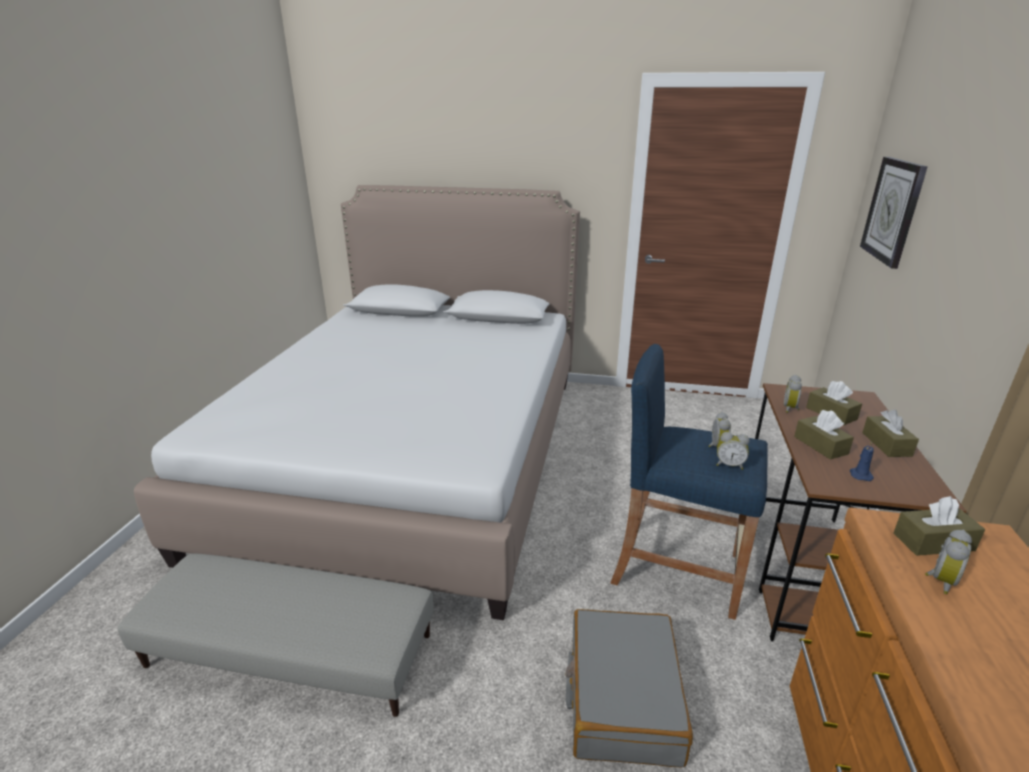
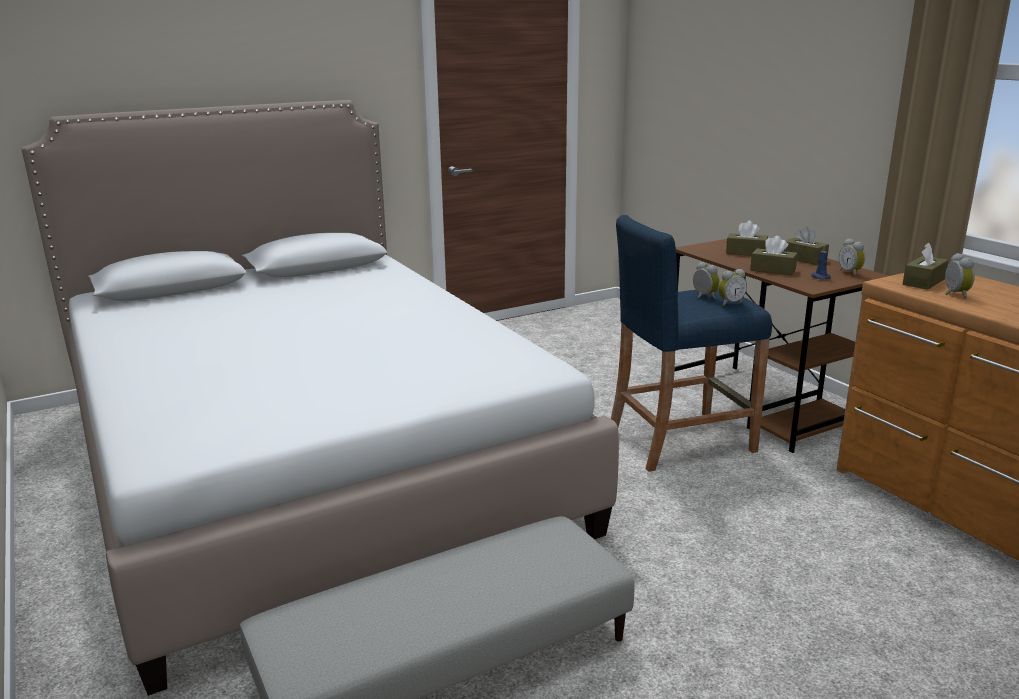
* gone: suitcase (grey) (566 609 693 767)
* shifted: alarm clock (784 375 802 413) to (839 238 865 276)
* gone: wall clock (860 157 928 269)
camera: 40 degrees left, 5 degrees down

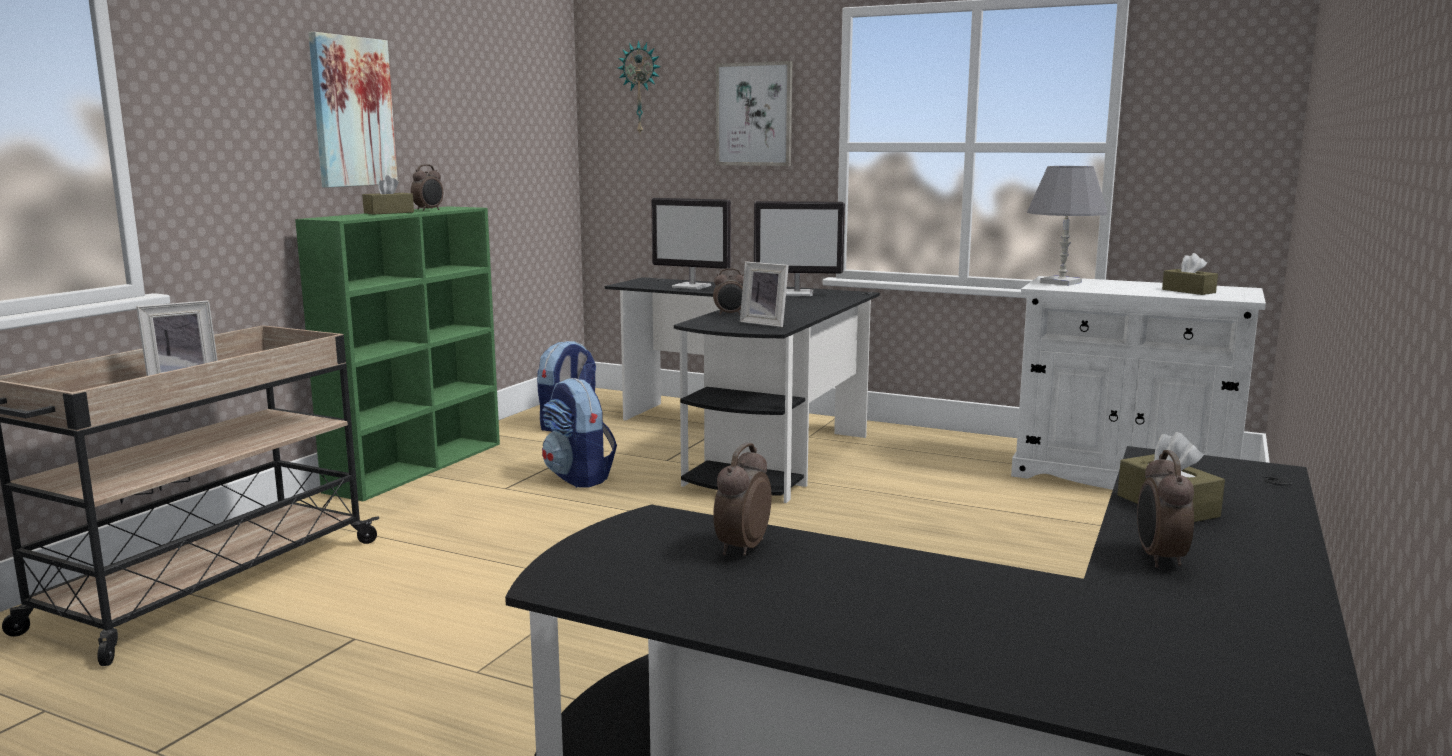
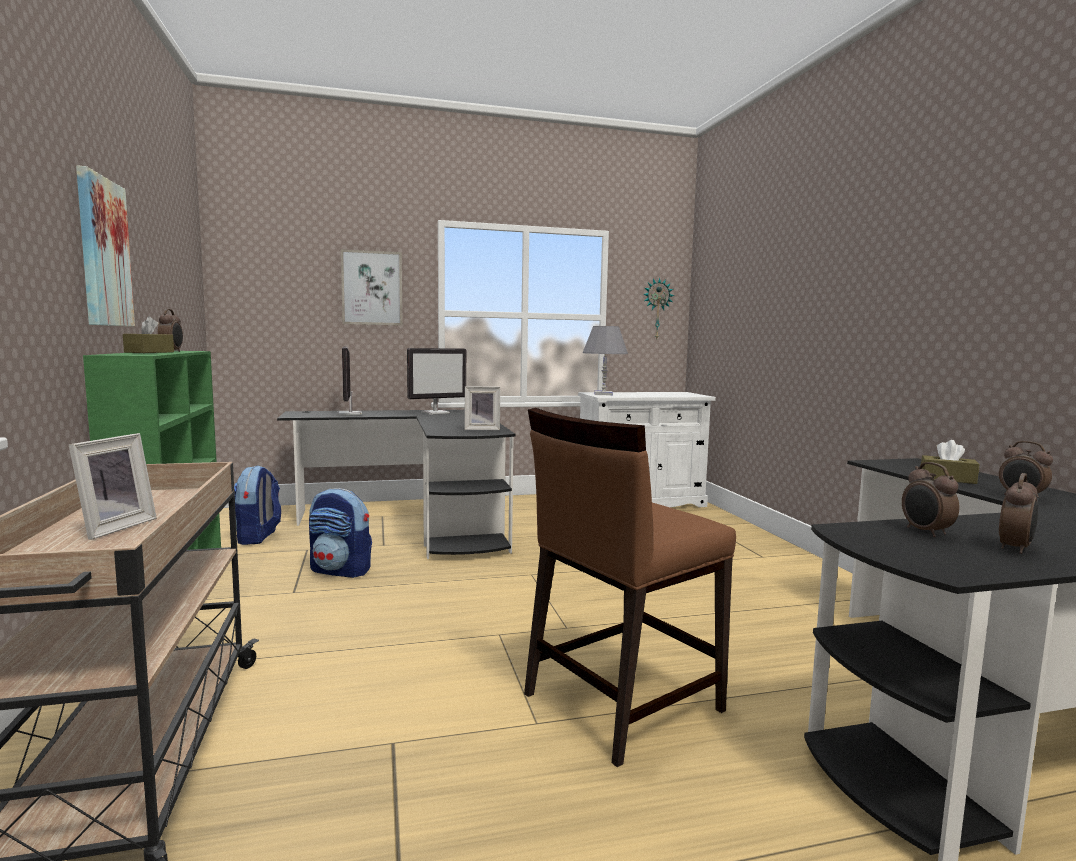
* shifted: wall clock (618 40 661 133) to (643 278 674 339)
* rotated: monitor (651 198 731 290) = (337 347 362 416) 90 degrees clockwise
* shifted: alarm clock (713 268 744 315) to (999 473 1038 554)
* gone: tissue box (brown) (1162 253 1218 295)
* new: chair (brown) (524 408 736 767)
camera: 40 degrees left, 5 degrees down

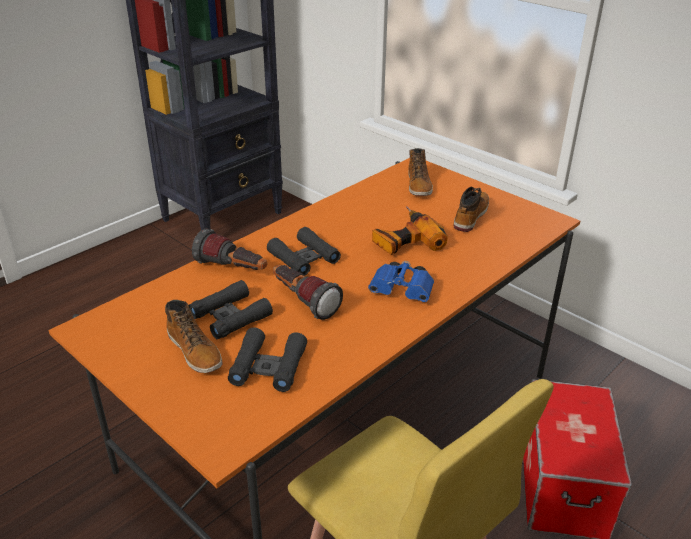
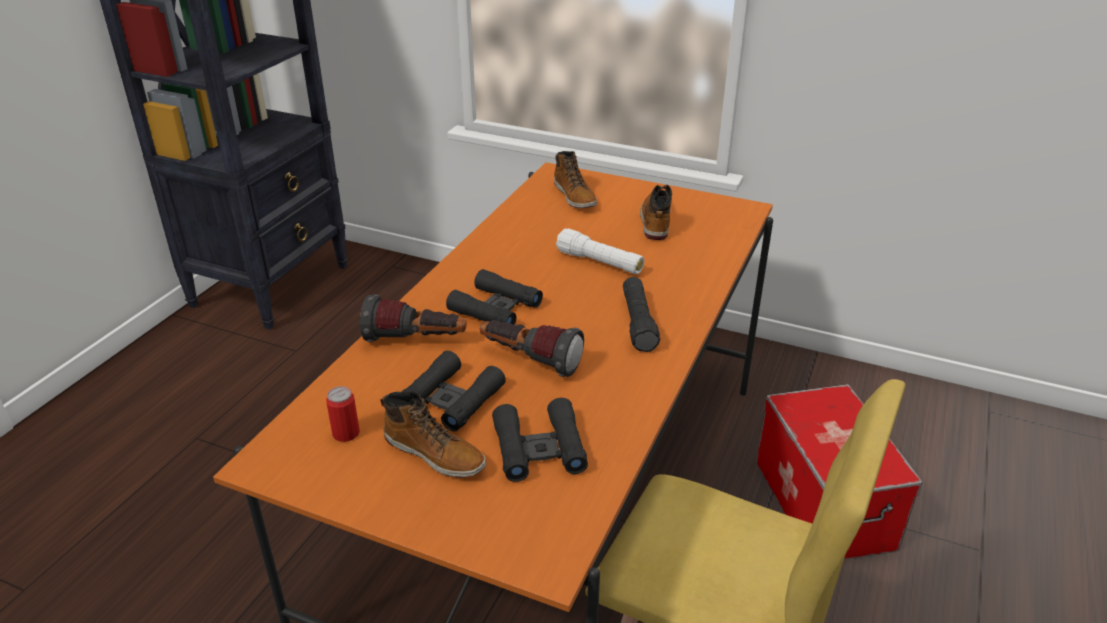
* swapped: binoculars (blue) (368 261 434 302) to flashlight (black) (623 277 660 352)
* swapped: power drill (372 206 448 255) to flashlight (white) (556 228 644 274)
* new: can (326 386 360 442)
camera: 20 degrees left, 0 degrees up

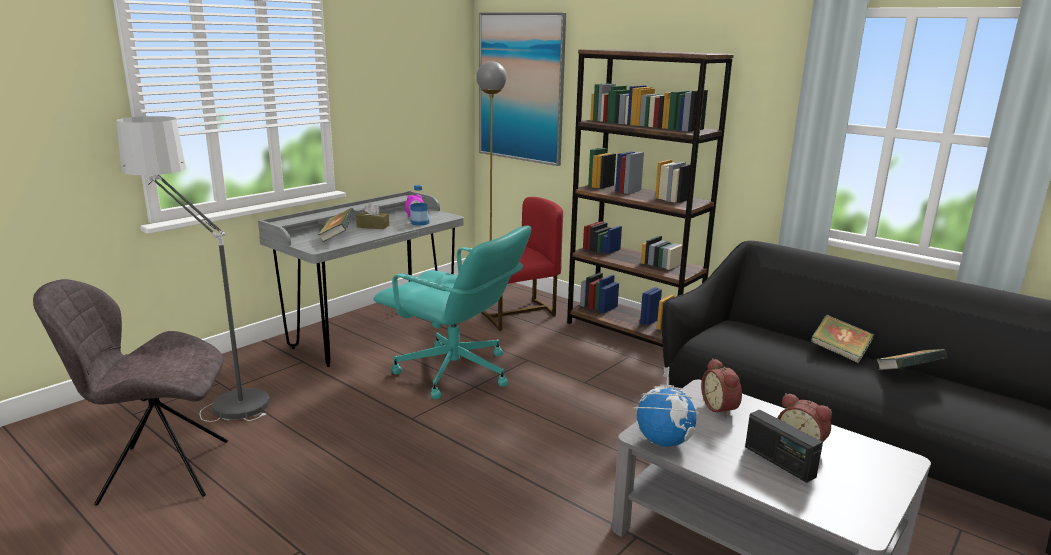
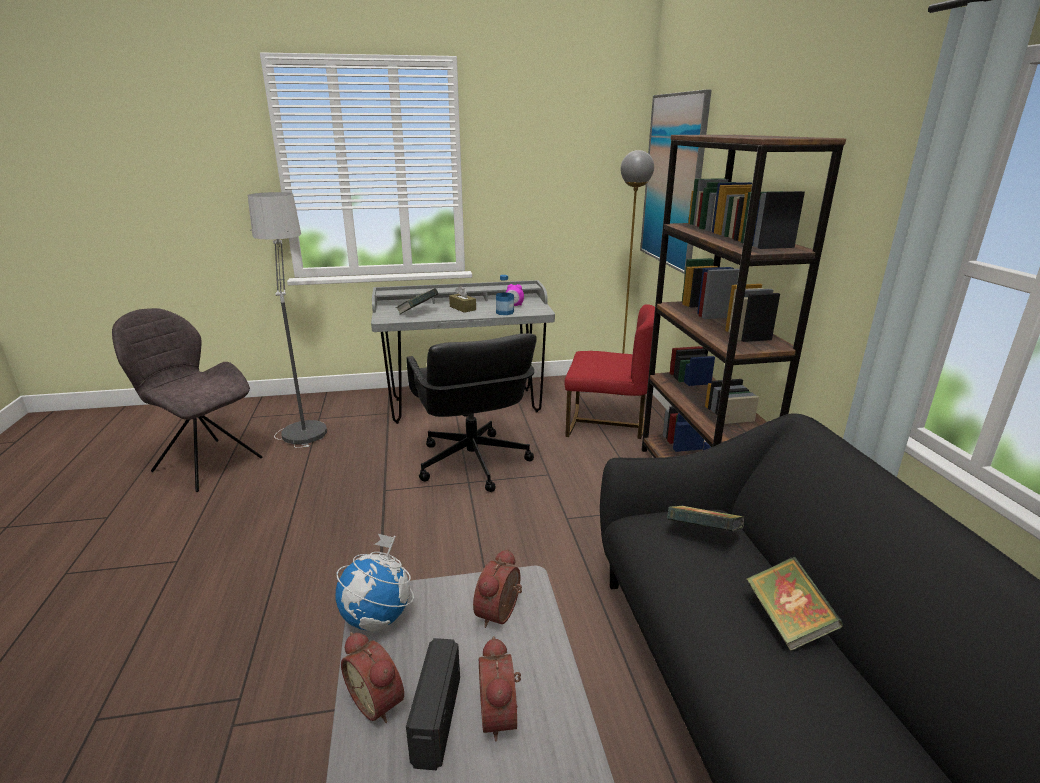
* repainted: office chair (turquoise) (373 226 531 399) to office chair (black) (406 333 537 492)
* shifted: book (876 349 948 370) to (667 505 744 531)
* new: alarm clock (341 632 404 723)
camera: 40 degrees right, 5 degrees up

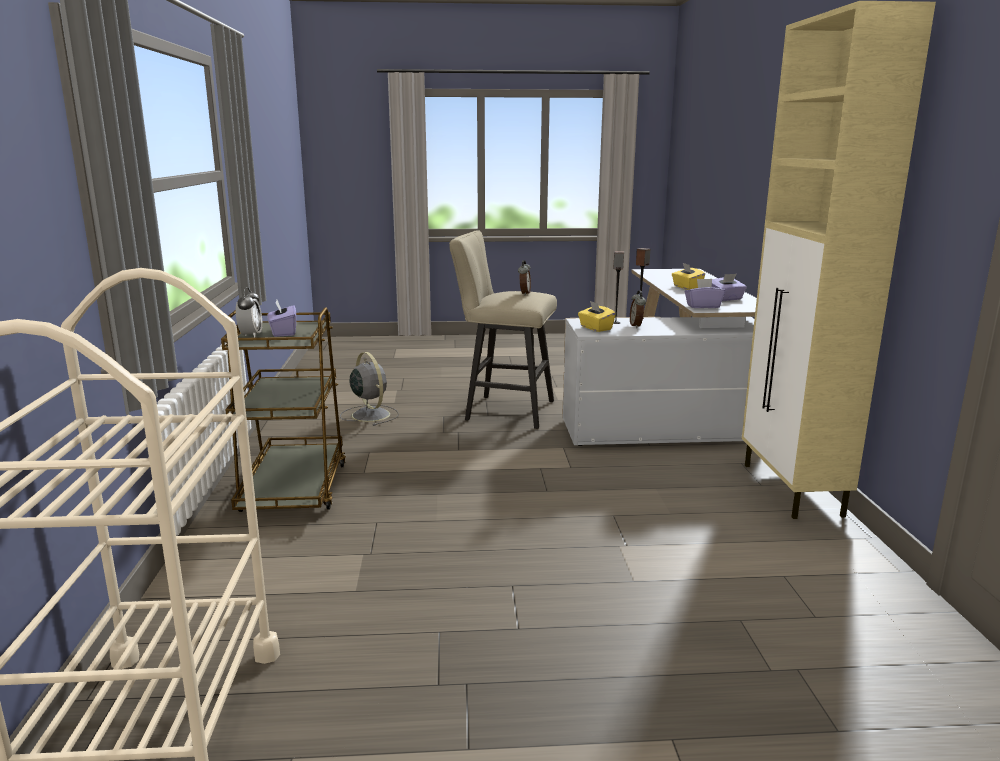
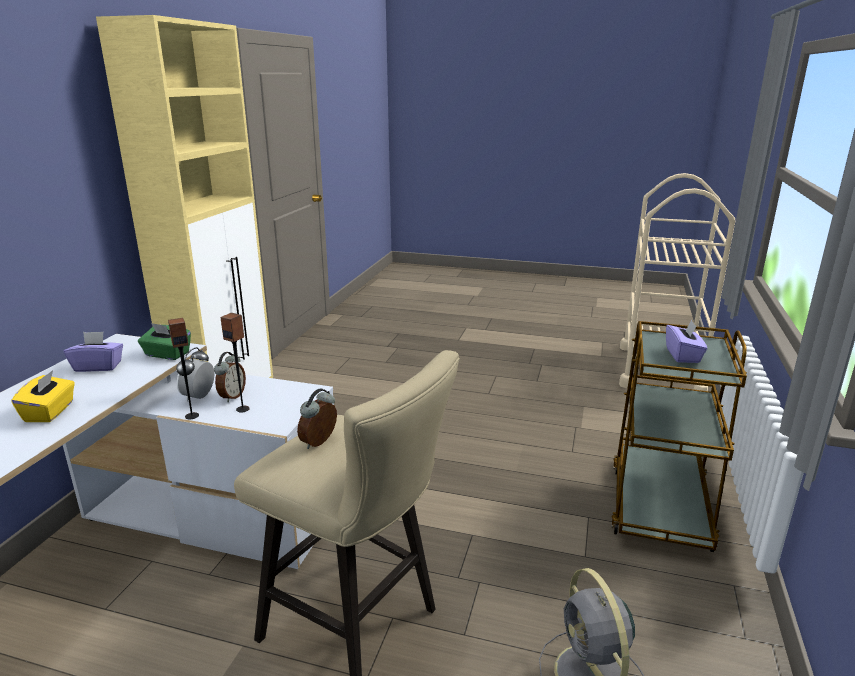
* shifted: alarm clock (236 287 262 338) to (176 347 214 402)
* gone: tissue box (yellow) (578 301 616 332)
* repainted: tissue box (purple) (685 279 725 308) to tissue box (green) (138 323 191 360)
camera: 160 degrees left, 5 degrees up

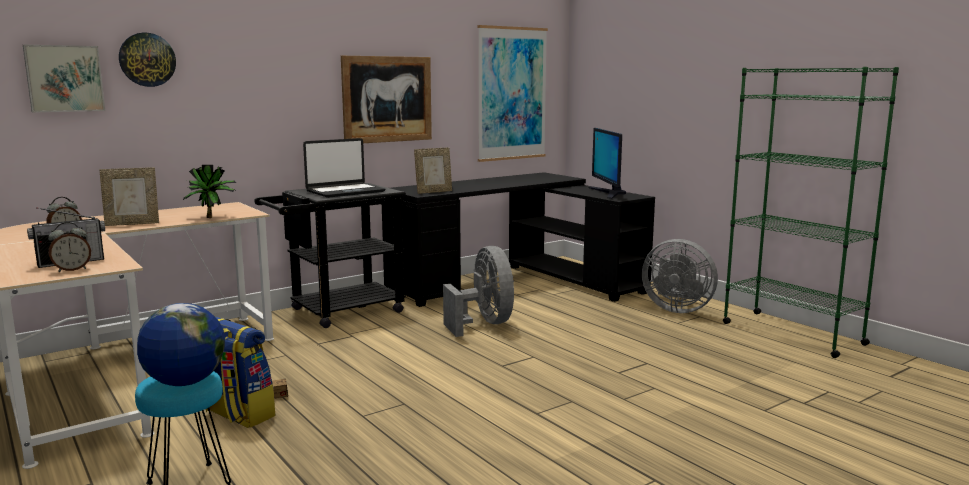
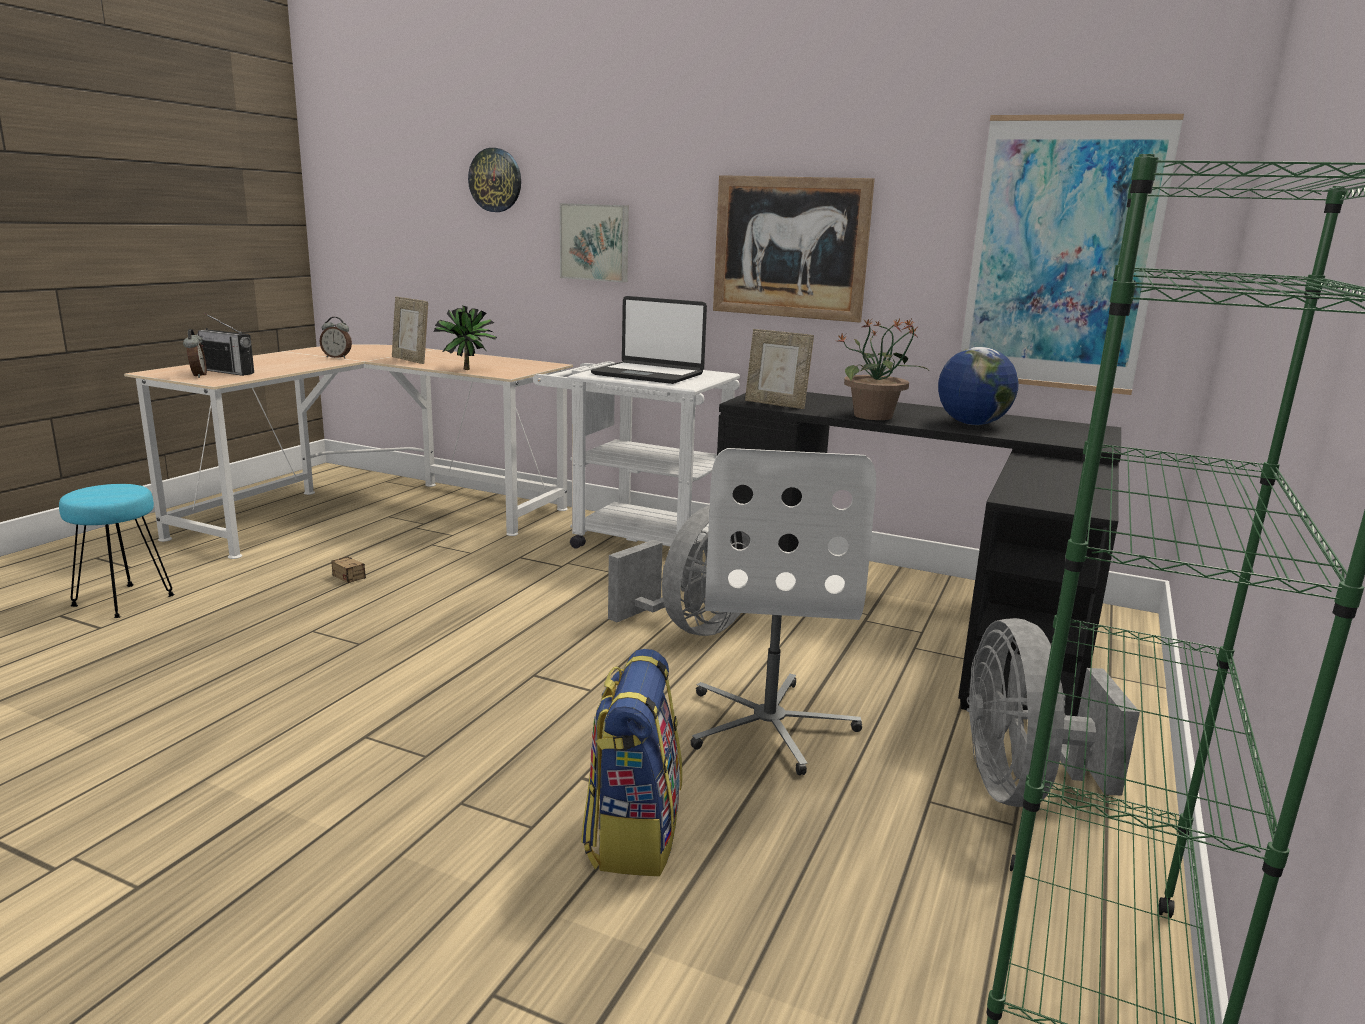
* shifted: picture (23 45 105 113) to (560 203 629 282)
* rotated: alarm clock (48 222 91 272) = (183 329 207 378) 135 degrees counterclockwise
* shifted: globe (137 303 225 386) to (938 347 1019 425)
* shifted: backpack (206 317 275 428) to (581 649 682 876)
* repainted: cart (black) (254 183 406 328) to cart (white) (533 361 740 549)
* gone: monitor (589 128 626 199)
* new: office chair (white) (691 448 876 775)
* new: potted plant (838 318 928 420)
camera: 60 degrees right, 5 degrees up

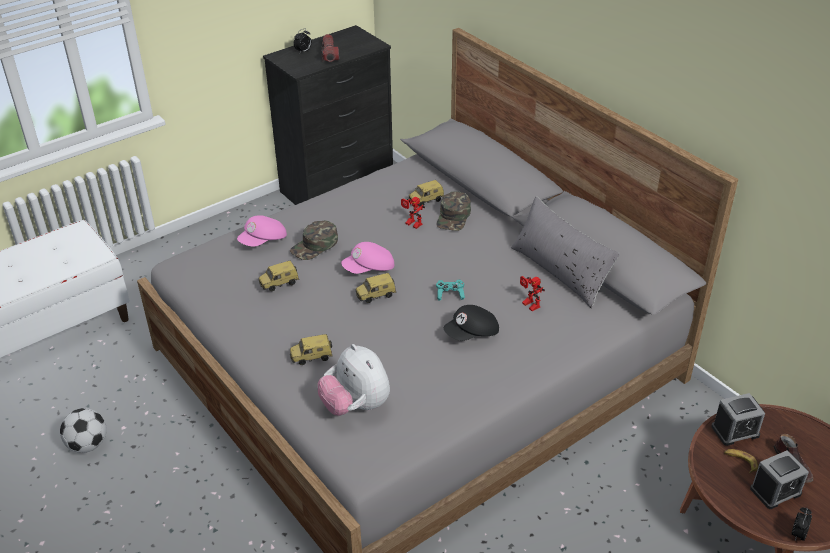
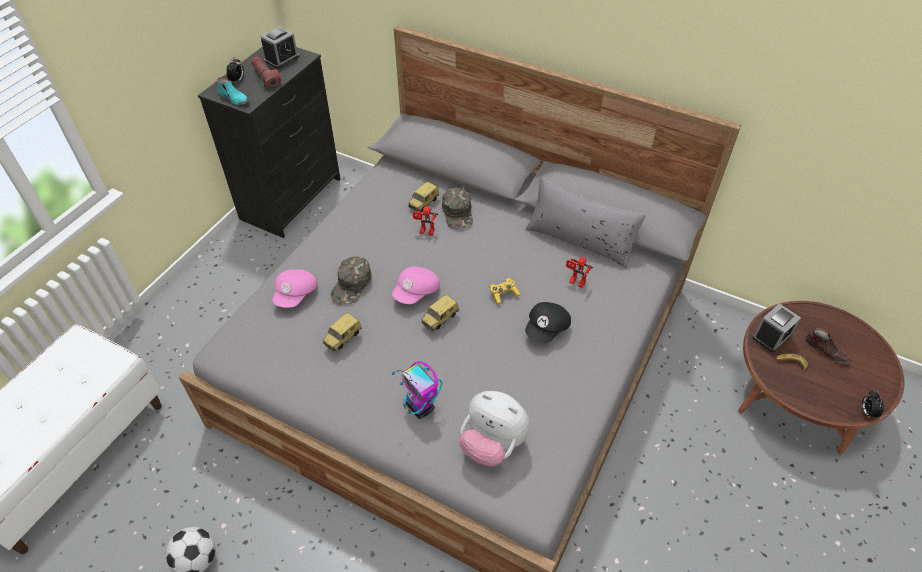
* swapped: toy car (290 334 333 365) to toy robot (392 361 442 419)
* repainted: game controller (turquoise) (436 280 465 300) to game controller (yellow) (490 278 520 304)
* shifted: alarm clock (750 450 809 509) to (260 26 300 69)
* new: shoe (turquoise) (217 77 249 105)
camera: 25 degrees left, 10 degrees up

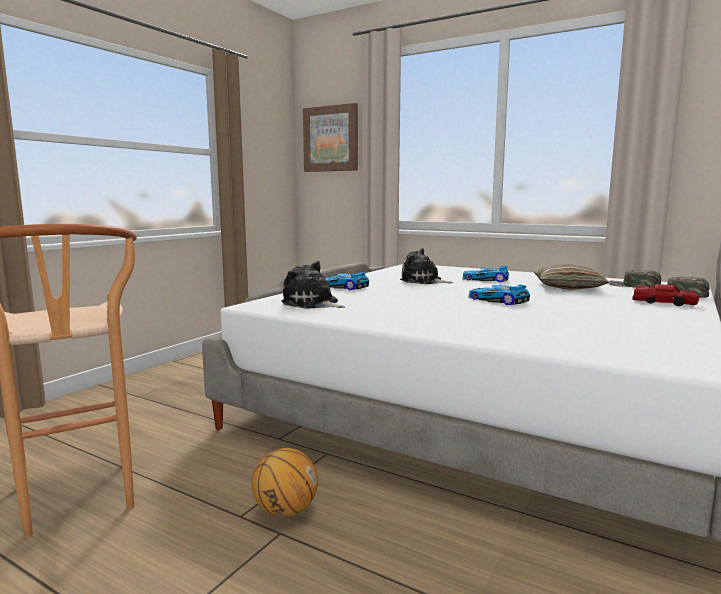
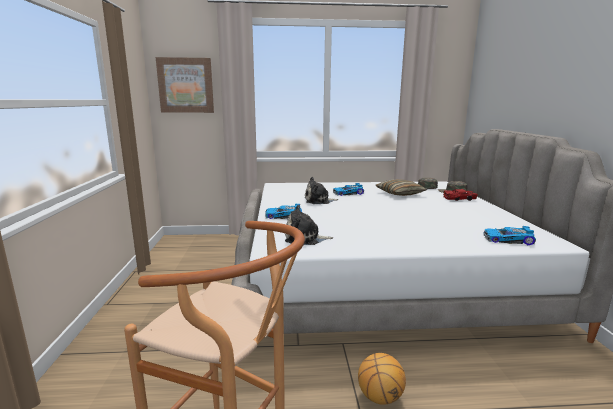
* shifted: toy car (469 284 530 305) to (484 226 536 245)
camera: 35 degrees left, 5 degrees up

